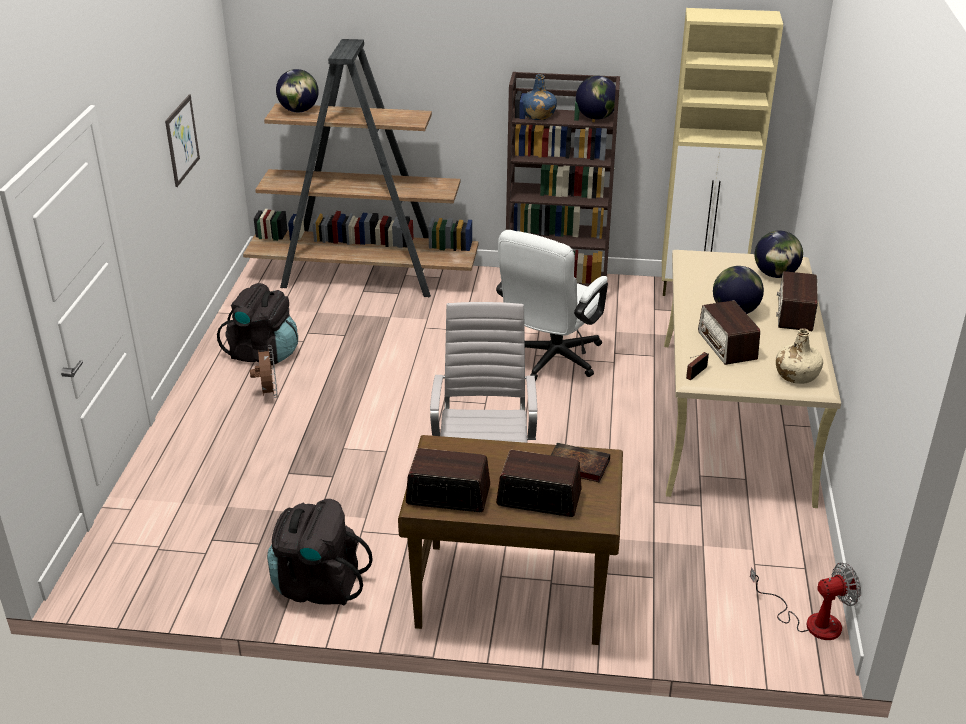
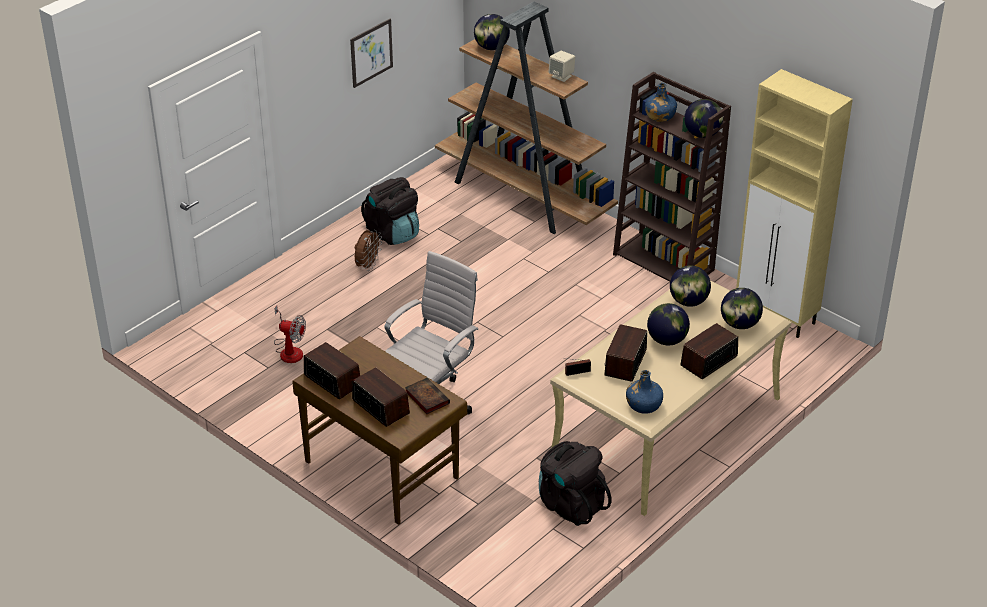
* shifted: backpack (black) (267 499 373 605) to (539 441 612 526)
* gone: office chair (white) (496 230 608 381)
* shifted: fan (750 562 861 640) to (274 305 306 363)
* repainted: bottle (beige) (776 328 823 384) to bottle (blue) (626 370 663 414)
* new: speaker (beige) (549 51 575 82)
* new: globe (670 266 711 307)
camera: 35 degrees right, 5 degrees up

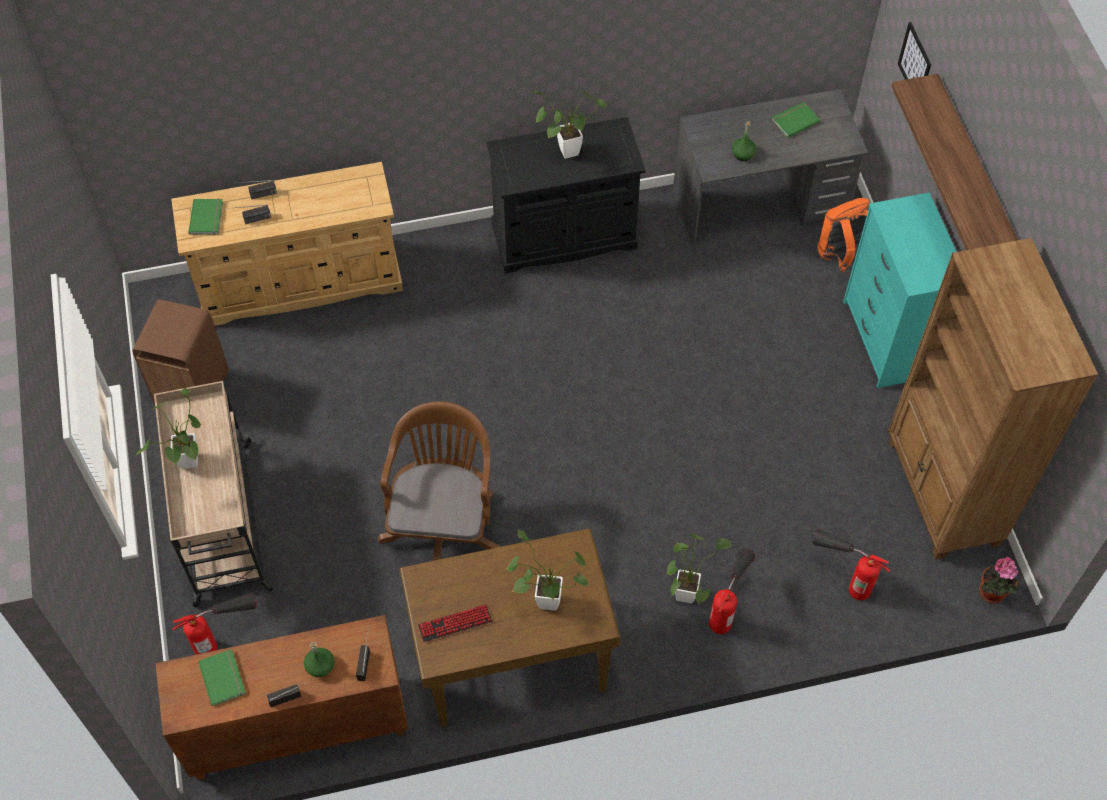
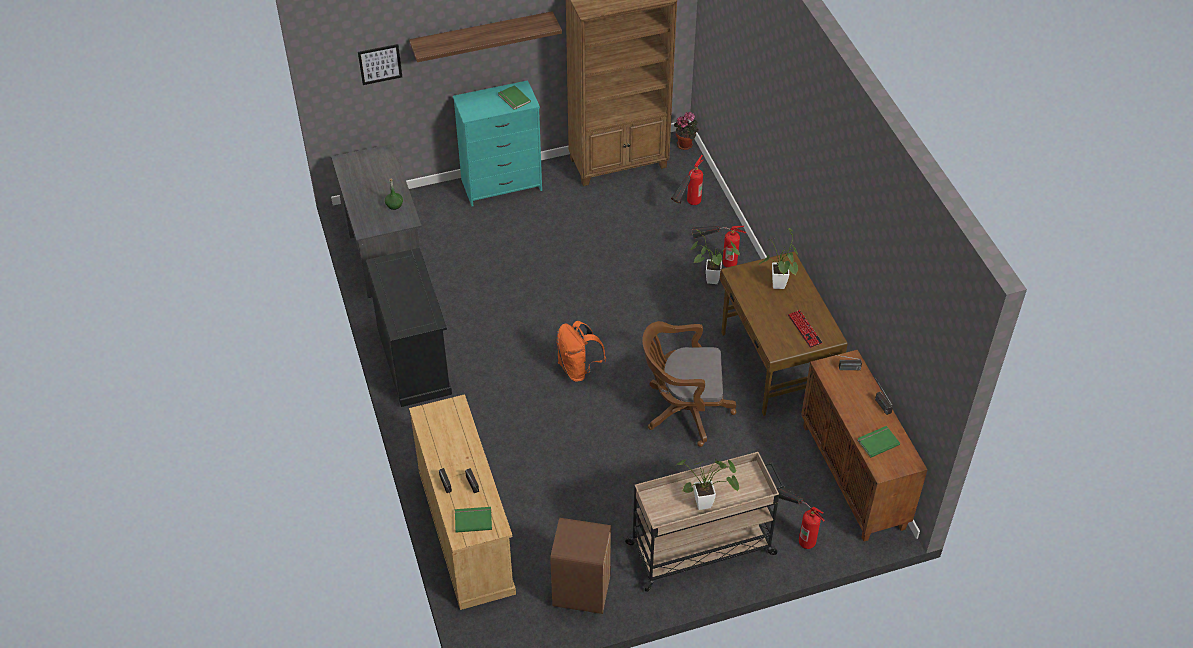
* gone: bottle (green) (304 642 334 677)
* gone: potted plant (531 90 607 159)
* shifted: book (green) (772 102 820 138) to (498 85 531 110)
* shifted: backpack (orange) (817 198 870 272) to (556 321 606 382)
camera: 95 degrees left, 10 degrees down

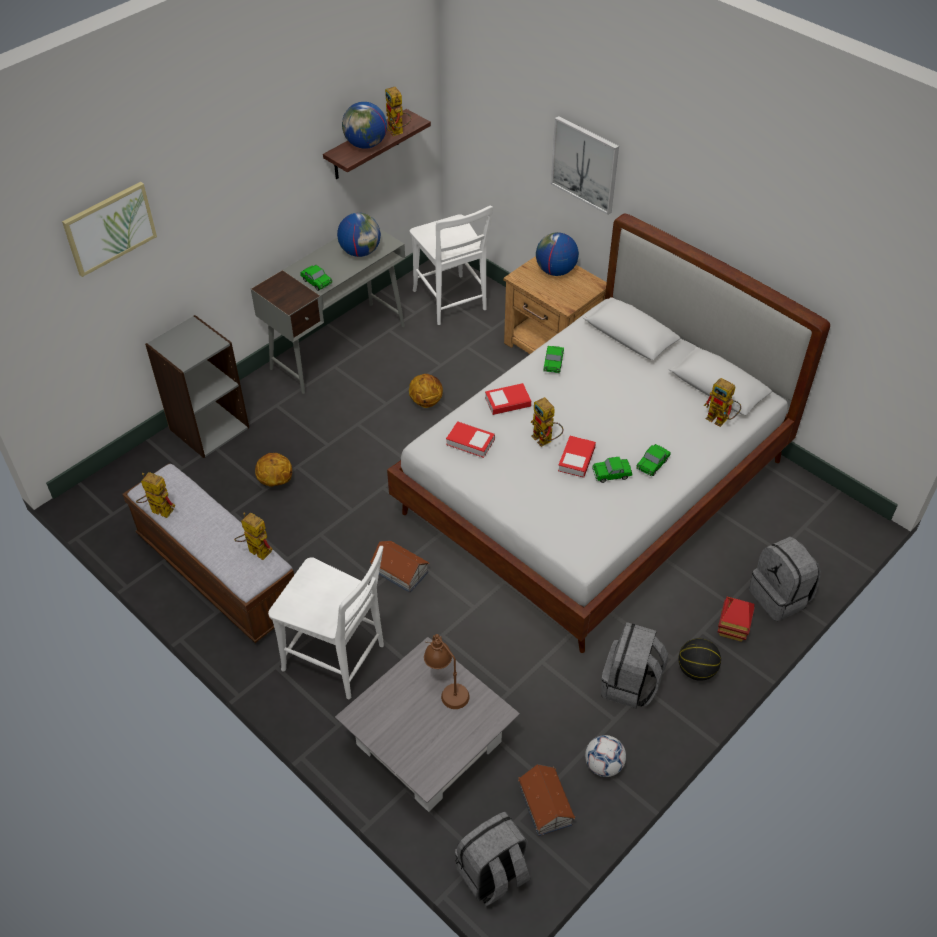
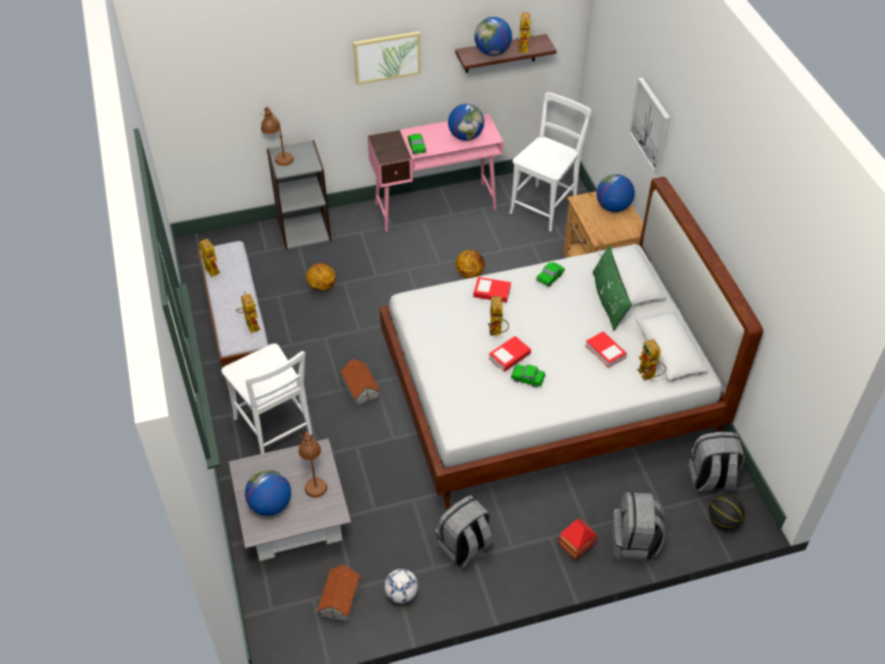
* shifted: picture (62 182 157 277) to (353 31 421 85)
* repainted: desk (grey) (251 229 405 394) to desk (pink) (367 114 504 232)
* rotated: chair (white) (410 206 493 325) = (509 92 591 232) 150 degrees counterclockwise
* shifted: book (446 421 495 458) to (585 331 627 368)
* shifted: backpack (grey) (455 812 531 906) to (688 432 745 493)
* gone: toy car (636 444 671 476)
* shifted: basketball (678 638 721 681) to (709 494 745 530)
* new: globe (245 470 291 516)
* new: table lamp (brown) (260 107 294 166)
* new: pillow (green) (592 245 632 331)
camera: 30 degrees right, 0 degrees up

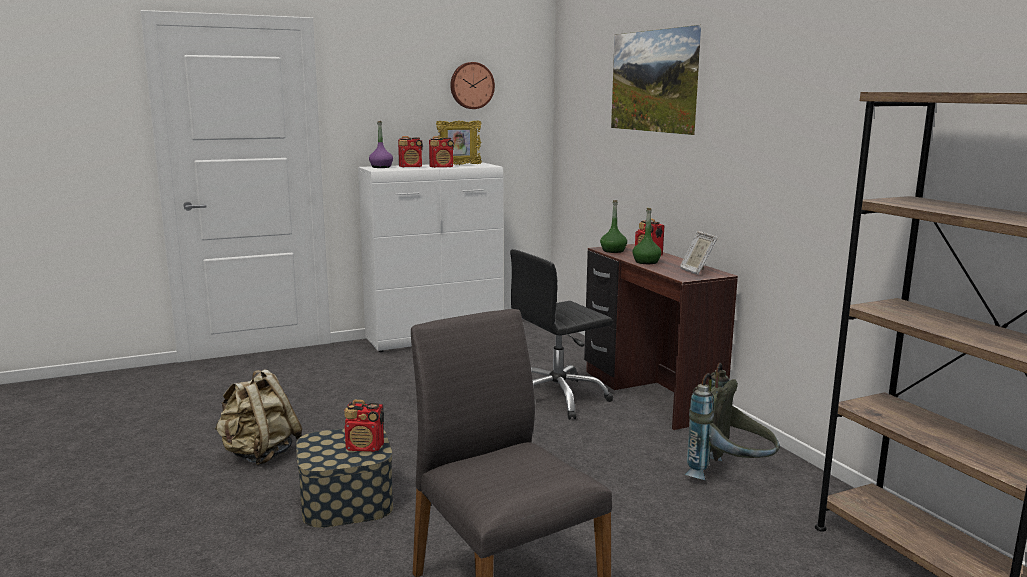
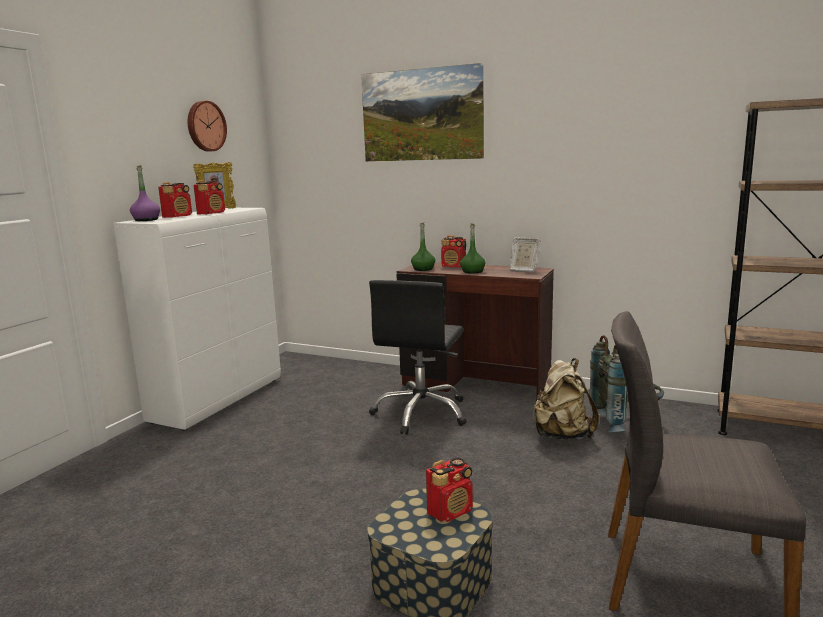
* shifted: backpack (beige) (215 369 302 466) to (533 358 599 439)
camera: 40 degrees left, 0 degrees up

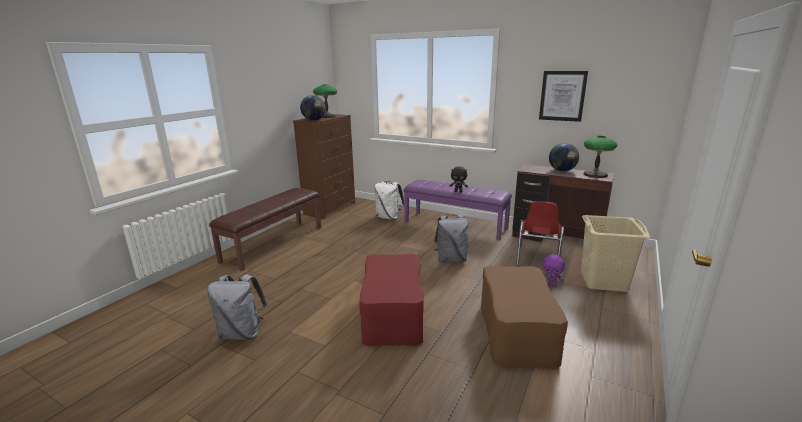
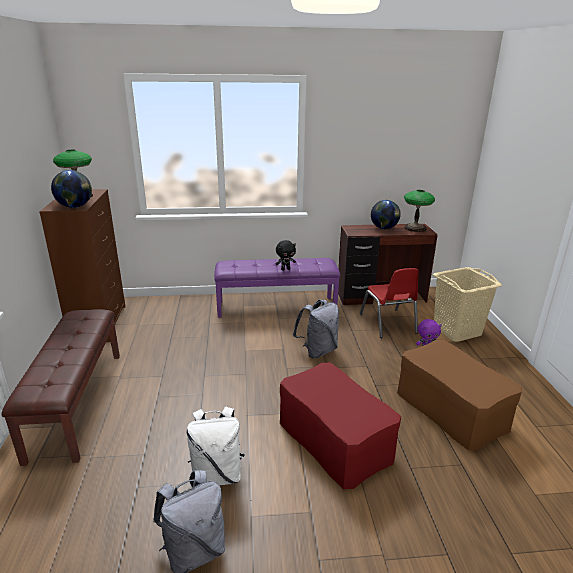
* shifted: backpack (white) (374 181 404 220) to (187 407 245 485)
* gone: picture (539 71 588 122)
camera: 35 degrees left, 5 degrees up

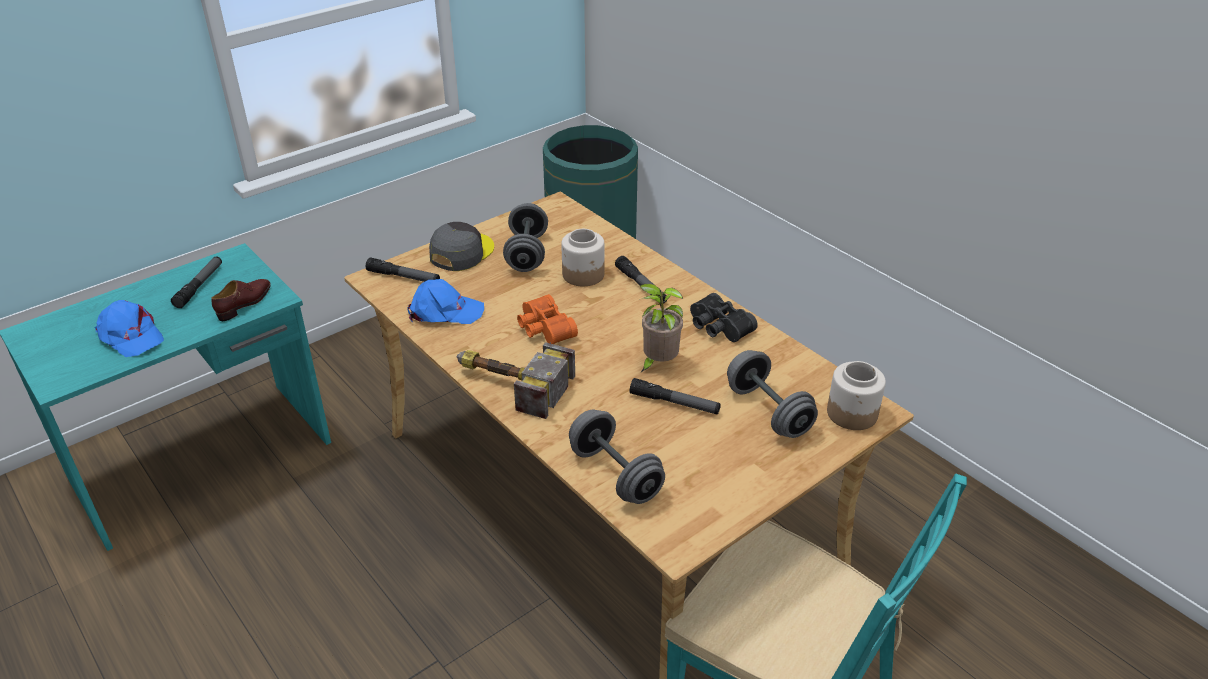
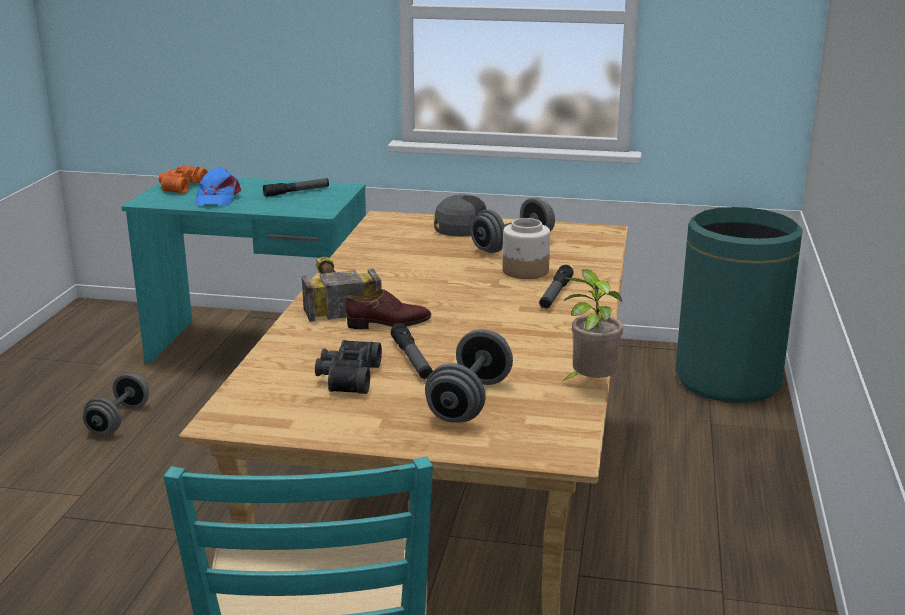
* shifted: shoe (brown) (211 279 271 321) to (346 289 431 329)
* gone: flashlight (366 258 440 282)
* gone: cap (blue) (408 279 484 324)
* shifted: binoculars (orange) (517 294 578 344) to (159 165 208 194)
* shifted: dumbbell (grey) (569 410 665 504) to (83 373 149 435)
* shifted: potted plant (639 284 683 372) to (563 269 623 381)
* shifted: binoculars (black) (690 293 758 342) to (315 340 382 394)
* gone: jar (827 361 886 430)
camera: 50 degrees right, 15 degrees down

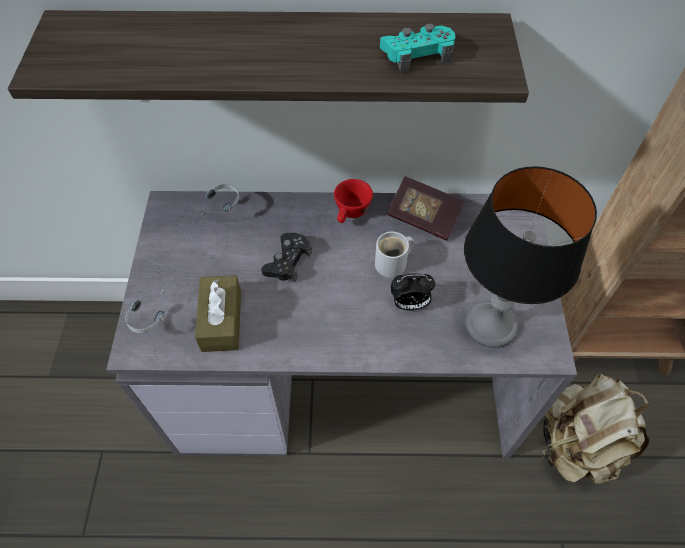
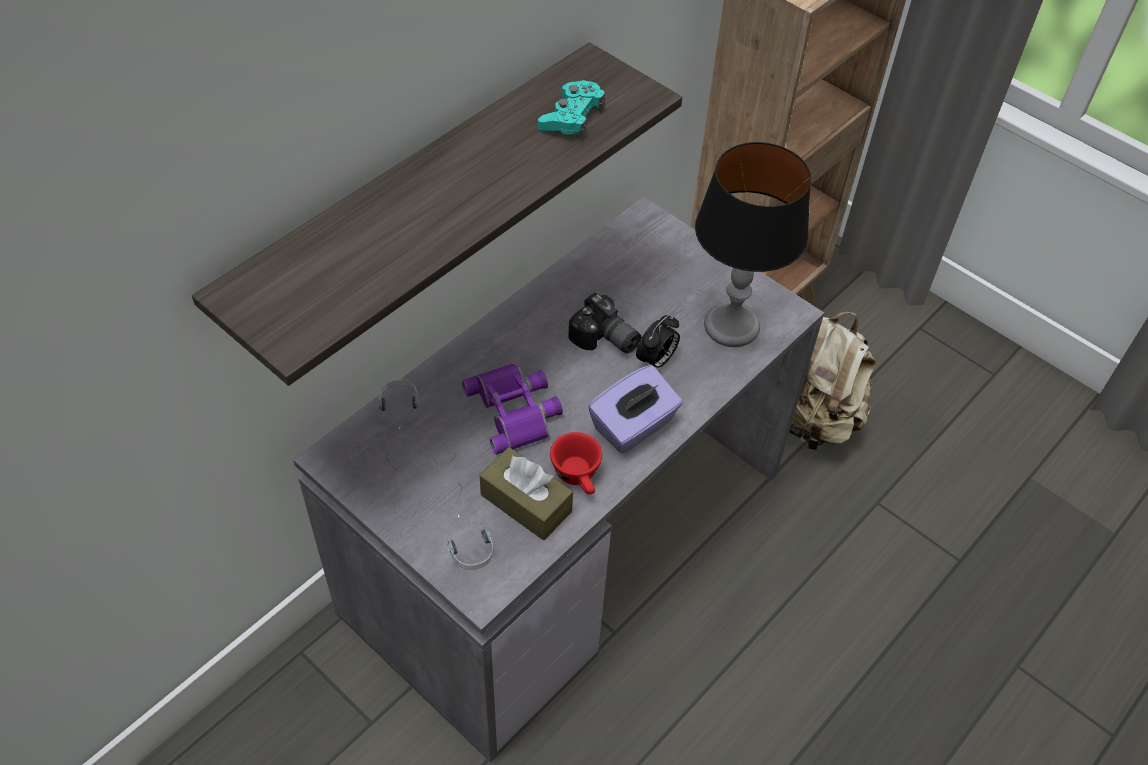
* swapped: game controller (black) (261 233 312 283) to binoculars (purple) (462 363 563 455)
* shifted: cup (red) (334 179 373 223) to (550 432 602 494)
* swapped: mug (white) (375 232 415 278) to photo camera (568 293 642 354)
* gone: book (387 176 465 241)
* new: tissue box (purple) (588 365 683 454)
camera: 50 degrees left, 5 degrees down

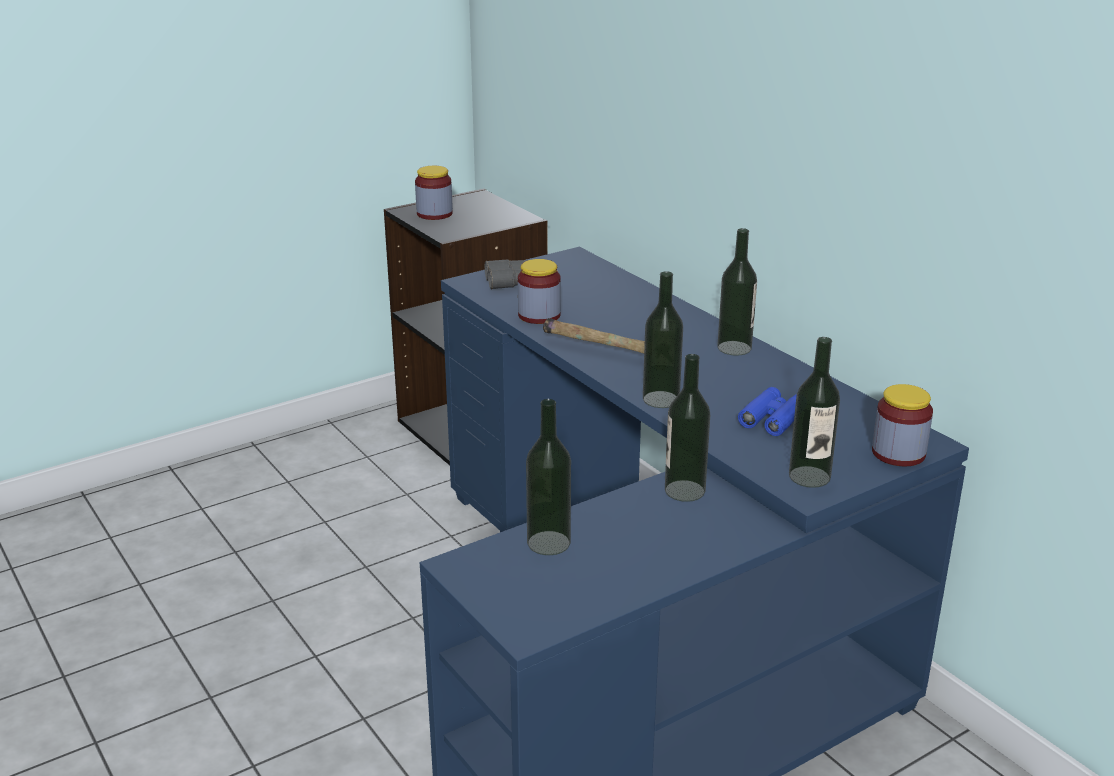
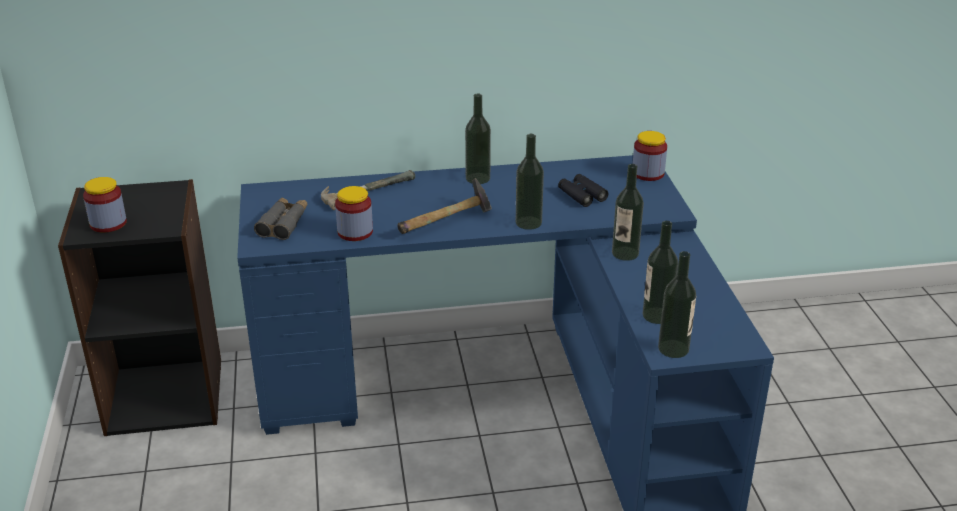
* repainted: binoculars (blue) (738 387 797 436) to binoculars (black) (558 174 609 207)
* shifted: bottle (789 337 840 488) to (658 251 696 358)
* new: hammer (321 170 415 210)
camera: 65 degrees left, 5 degrees up

